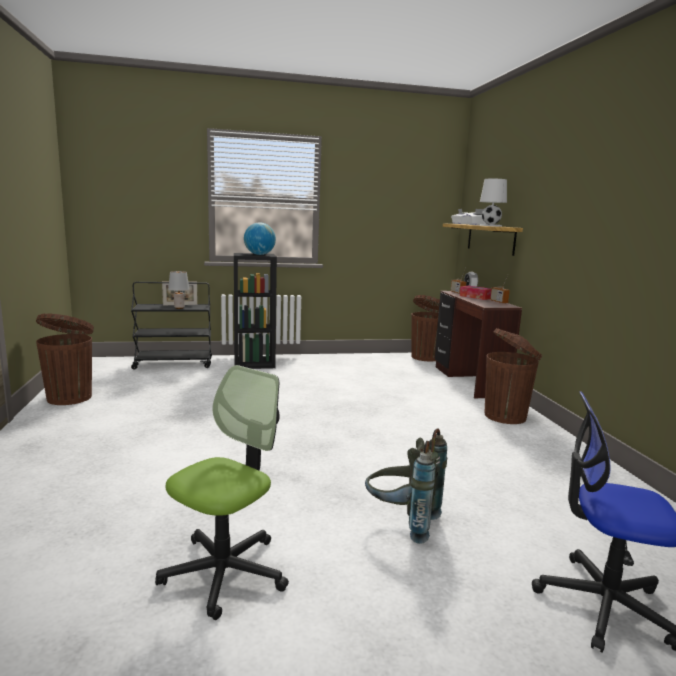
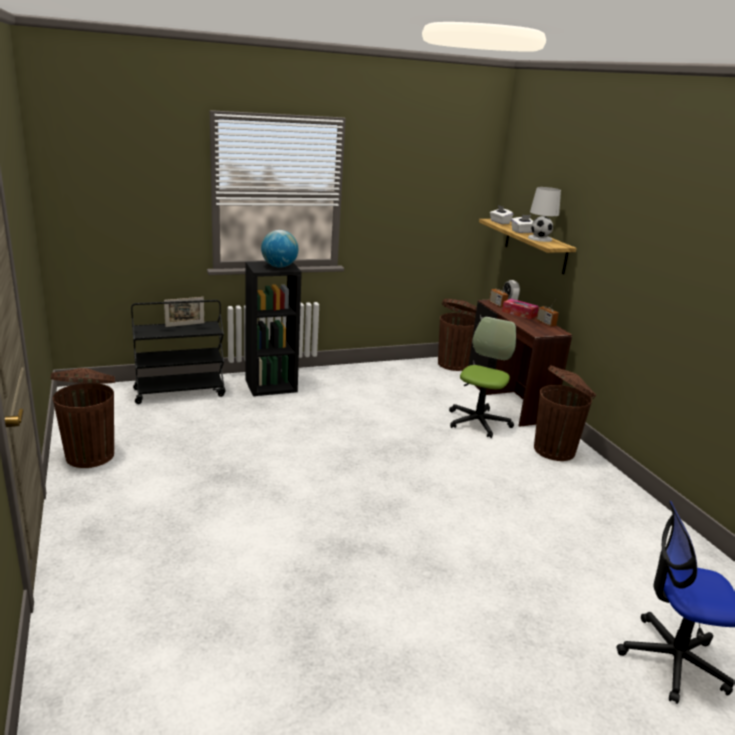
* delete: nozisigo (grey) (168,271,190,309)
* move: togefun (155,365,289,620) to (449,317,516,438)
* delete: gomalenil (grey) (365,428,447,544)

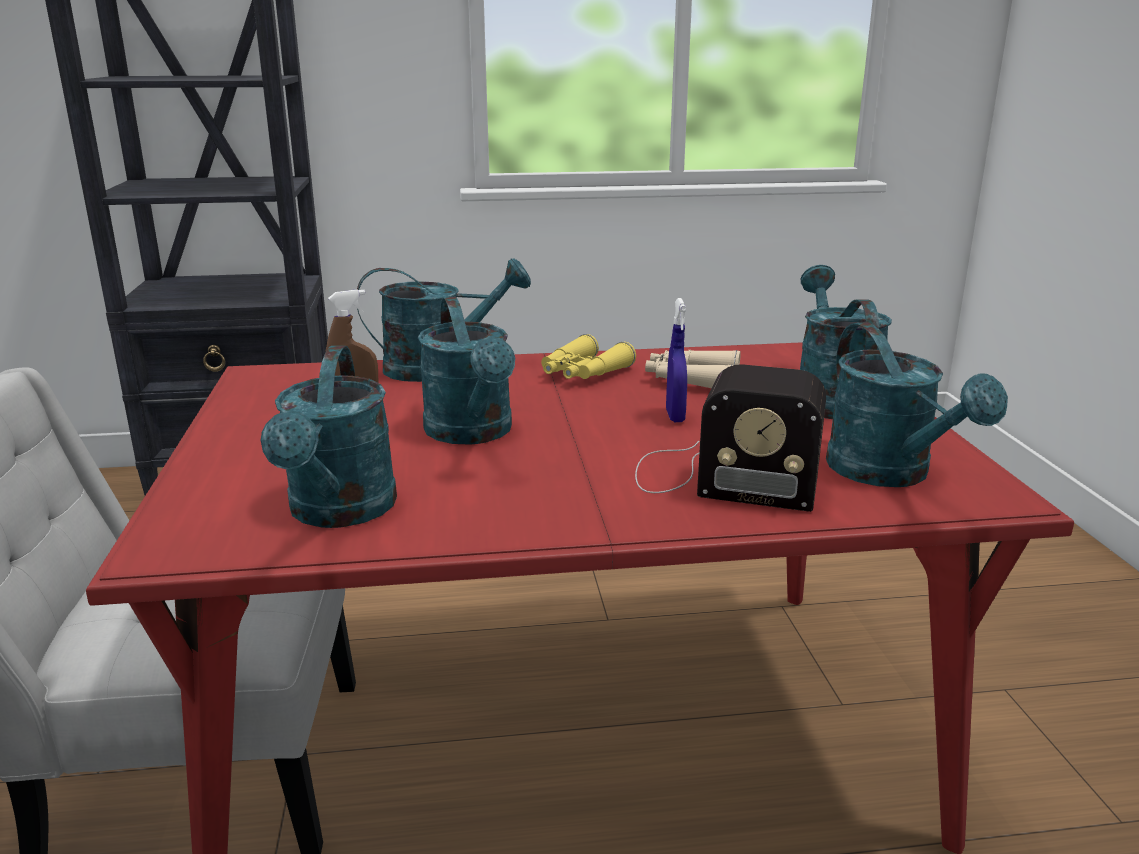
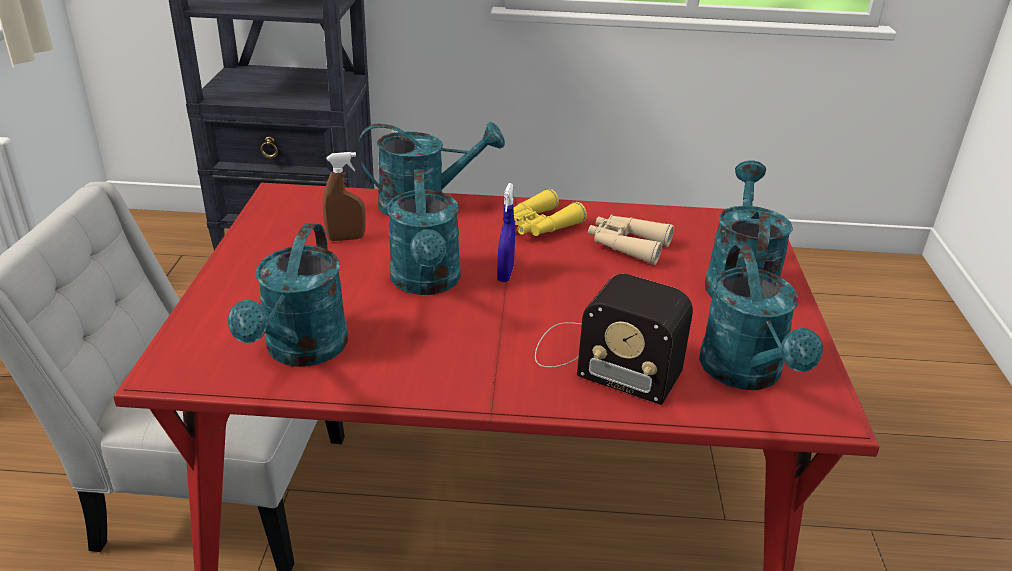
* move: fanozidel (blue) (666,298,687,422) to (497,183,515,282)

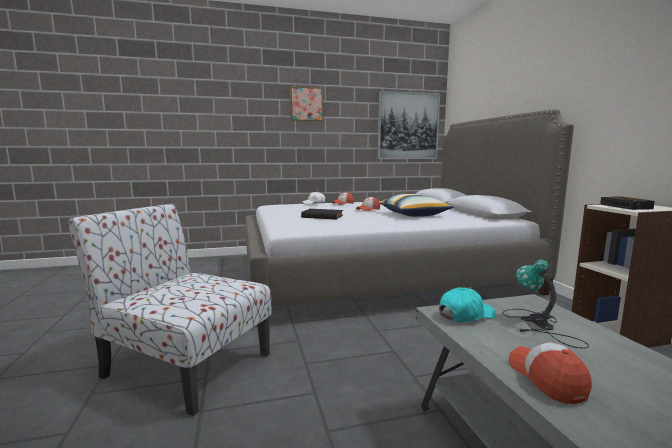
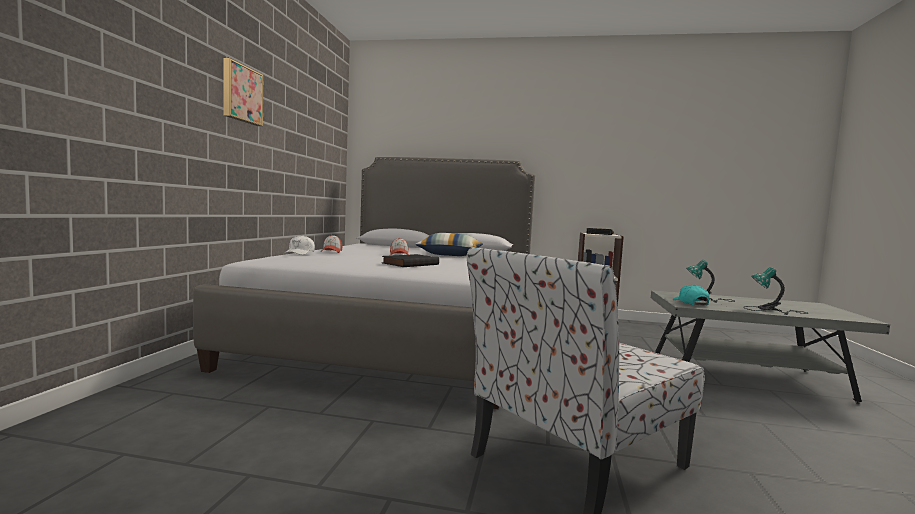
* delete: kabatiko (377,91,440,159)
* replace: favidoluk (509,343,592,404) to nozisigo (743,267,809,315)

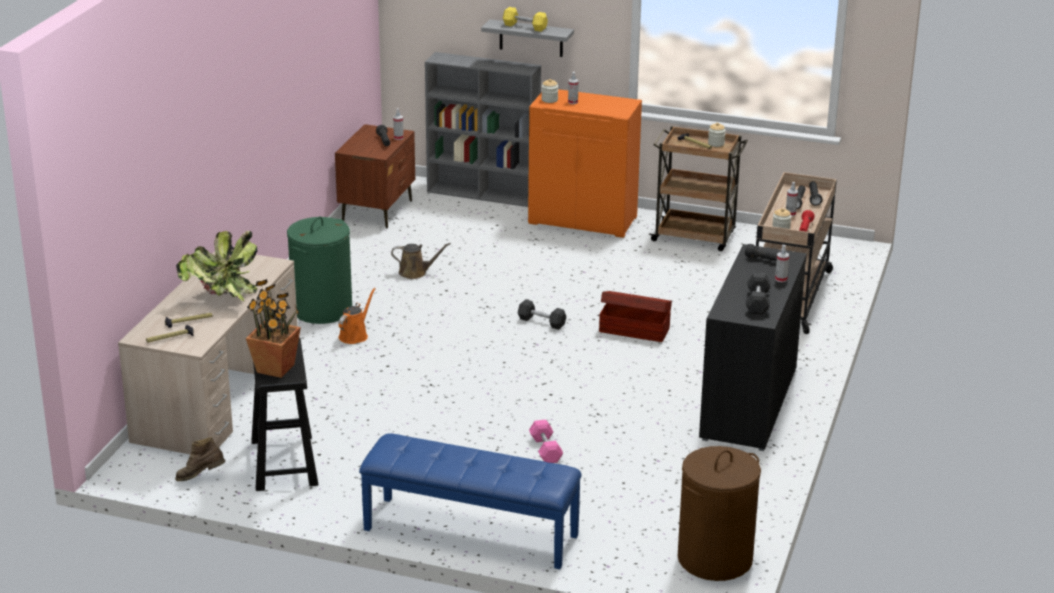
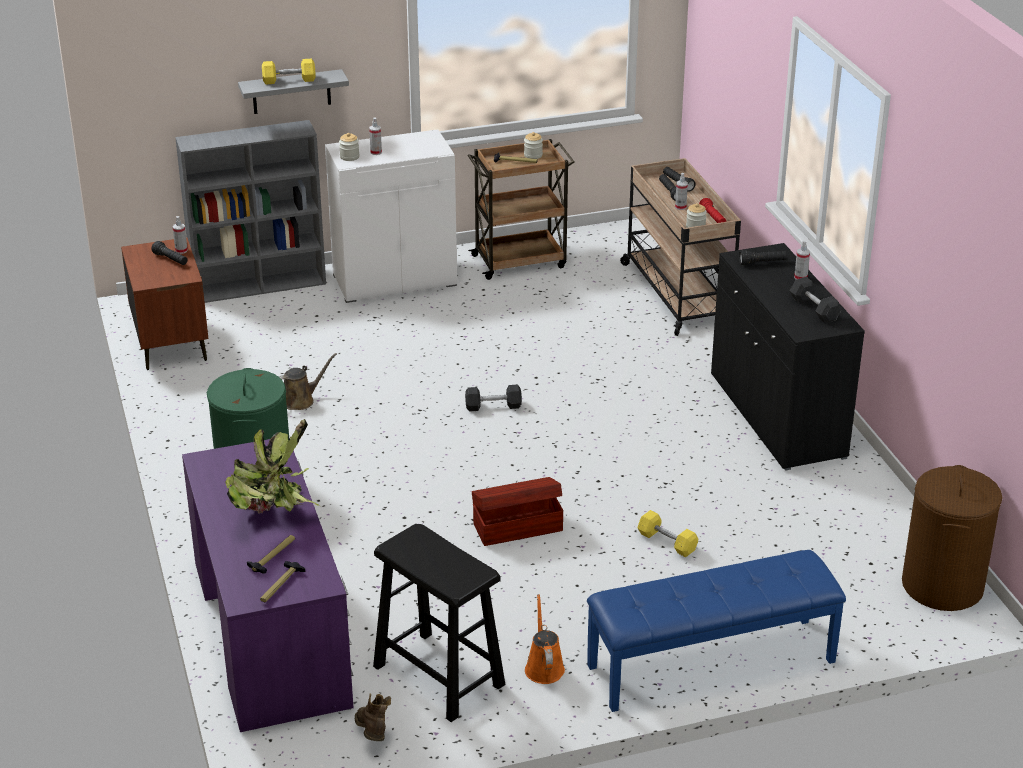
* recolor: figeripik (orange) (528,89,642,238) to figeripik (white) (325,129,457,303)
* recolor: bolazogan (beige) (118,251,298,455) to bolazogan (purple) (182,439,353,732)
* delete: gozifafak (246,279,301,378)
* move: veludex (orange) (339,288,376,344) to (525,594,565,684)
* move: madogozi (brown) (599,291,672,342) to (472,477,564,546)
* recolor: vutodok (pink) (529,420,563,463) to vutodok (yellow) (638,510,698,557)
* rotate: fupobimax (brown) (175,437,226,481) = (355,693,391,741) 120 degrees clockwise

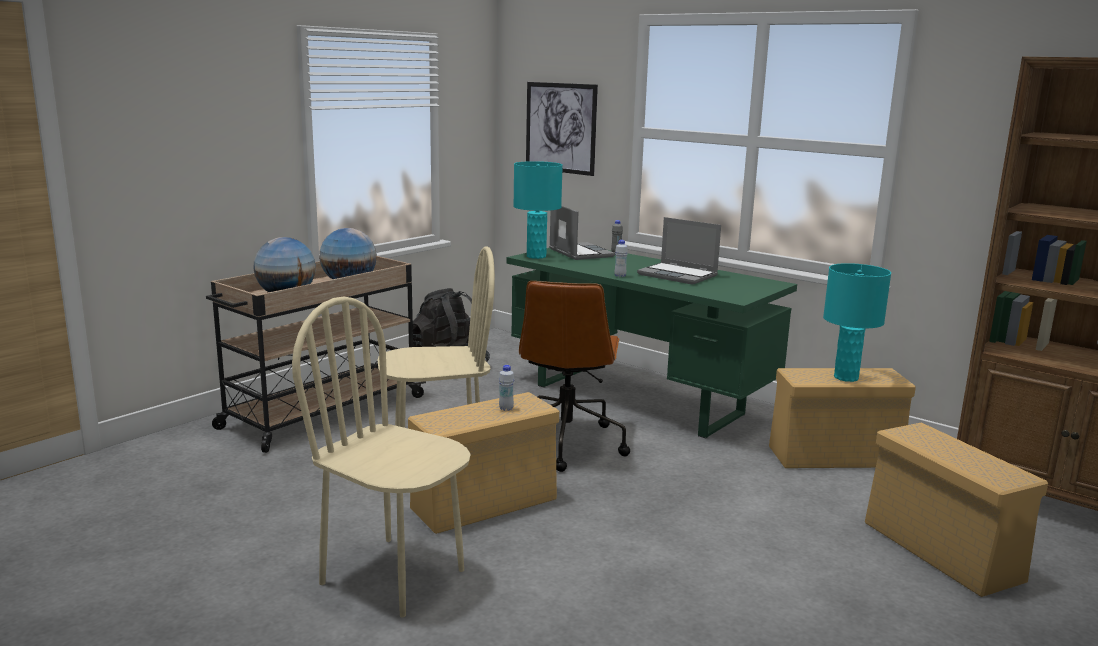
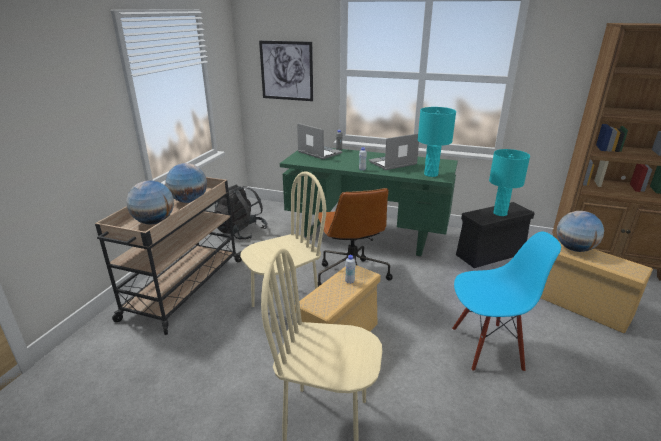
* move: nozisigo (turquoise) (513,161,563,259) to (418,107,456,177)
* rotate: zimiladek (637,217,721,285) = (369,134,419,170) 135 degrees clockwise
* recolor: madogozi (beige) (769,368,916,468) to madogozi (black) (456,202,535,268)
* insert: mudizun (557,211,604,252)
* insert: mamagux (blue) (452,232,561,372)

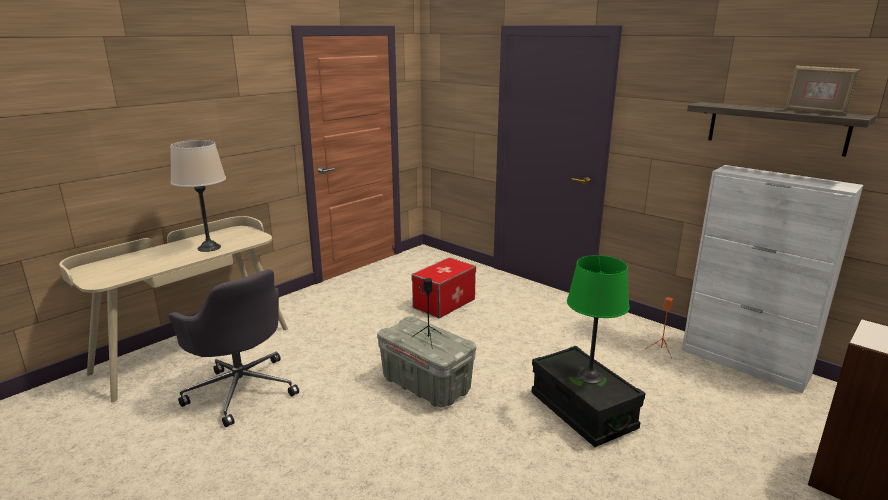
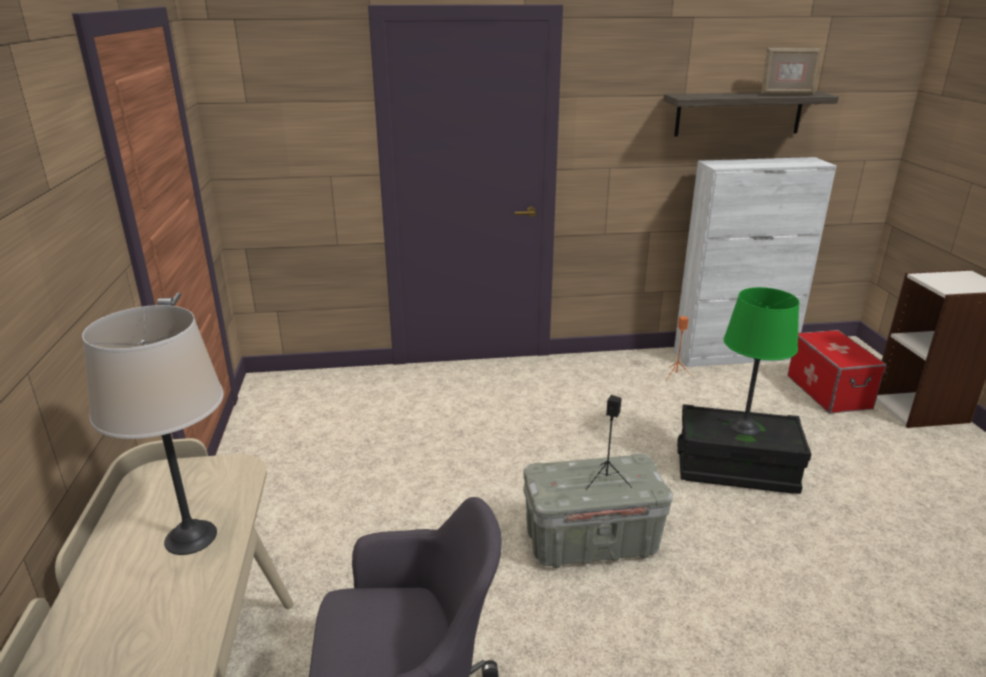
* move: madogozi (411,258,476,319) to (787,330,887,413)

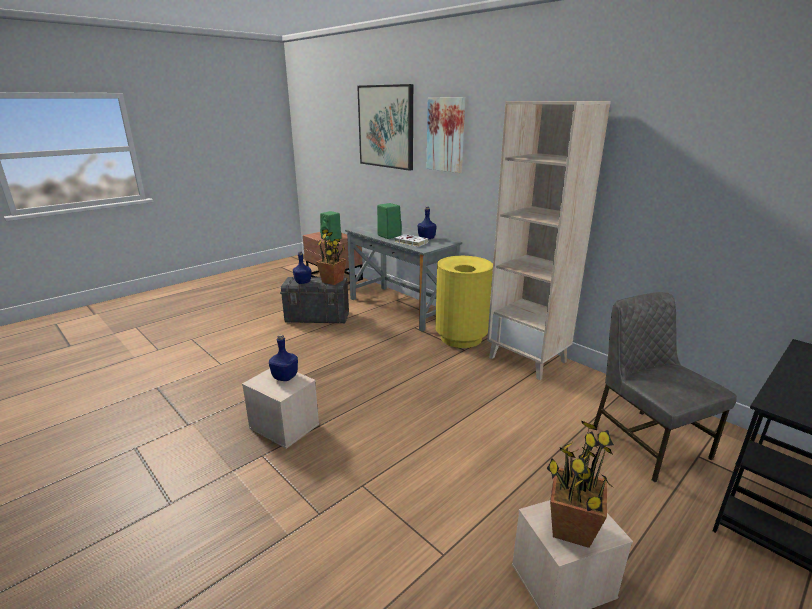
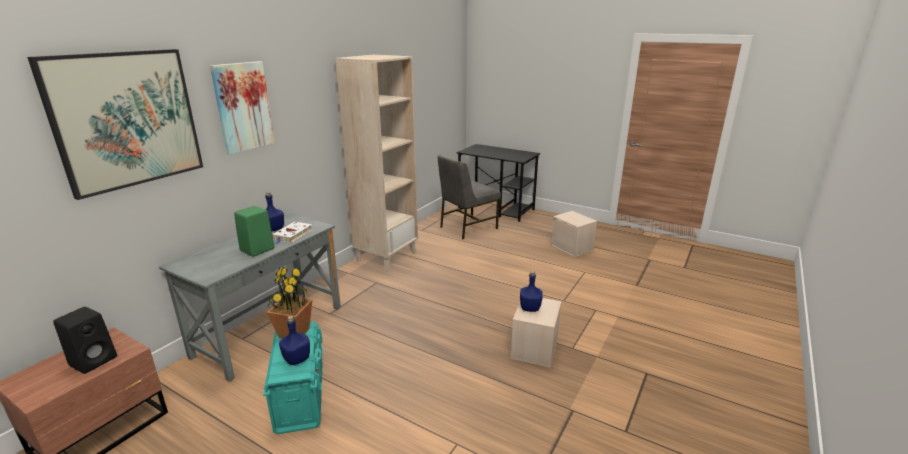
* recolor: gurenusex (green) (320,211,341,241) to gurenusex (black) (53,307,117,374)
* delete: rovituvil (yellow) (435,256,493,348)
* recolor: madogozi (grey) (280,277,349,323) to madogozi (turquoise) (263,321,323,434)
* delete: gozifafak (547,420,614,548)

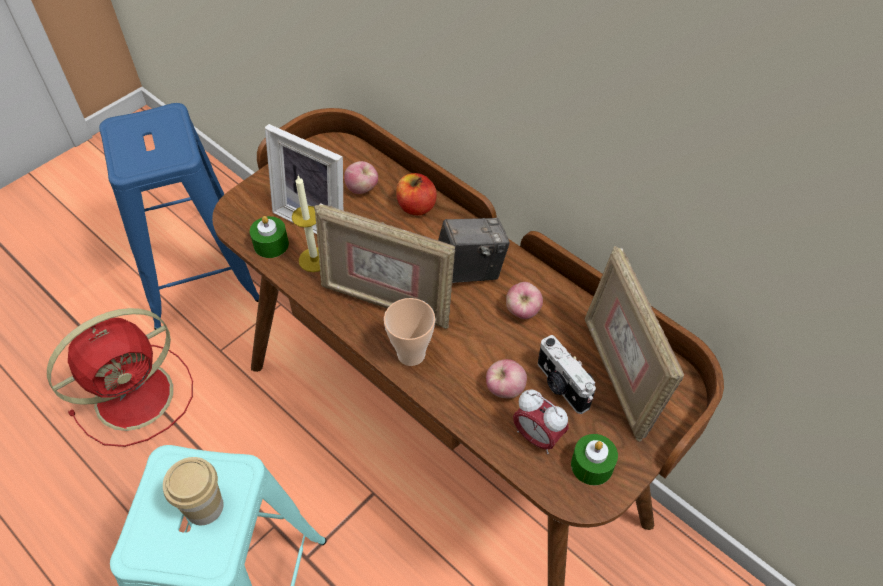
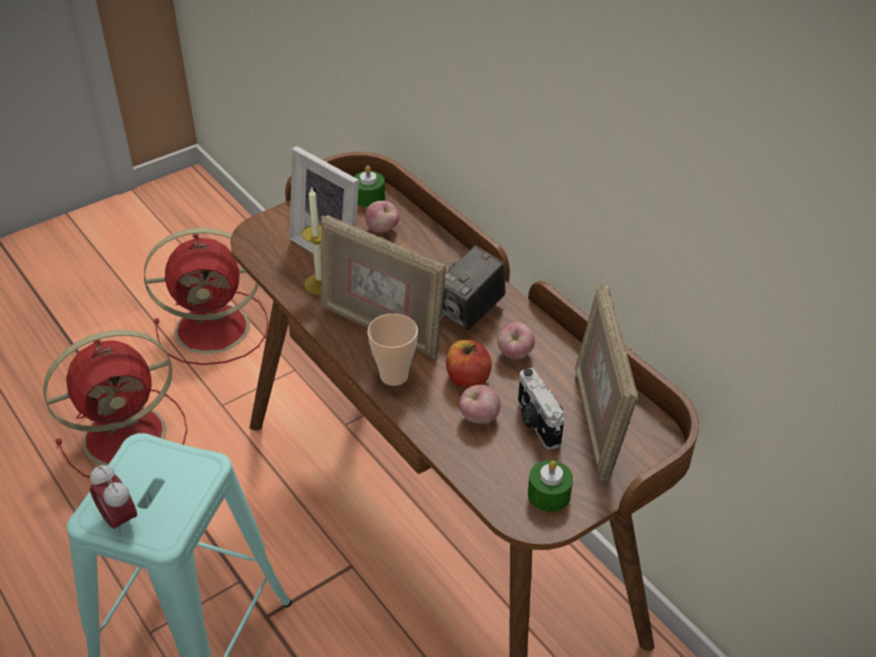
* replace: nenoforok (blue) (99,103,259,330) to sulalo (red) (144,228,268,365)
* move: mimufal (396,173,437,215) to (446,340,492,388)
* move: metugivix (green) (250,216,289,258) to (354,165,385,208)
* rotate: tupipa (438,218,510,283) = (442,245,505,331) 135 degrees clockwise
* move: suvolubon (513,389,569,454) to (90,464,137,536)
* delete: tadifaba (163,457,224,525)

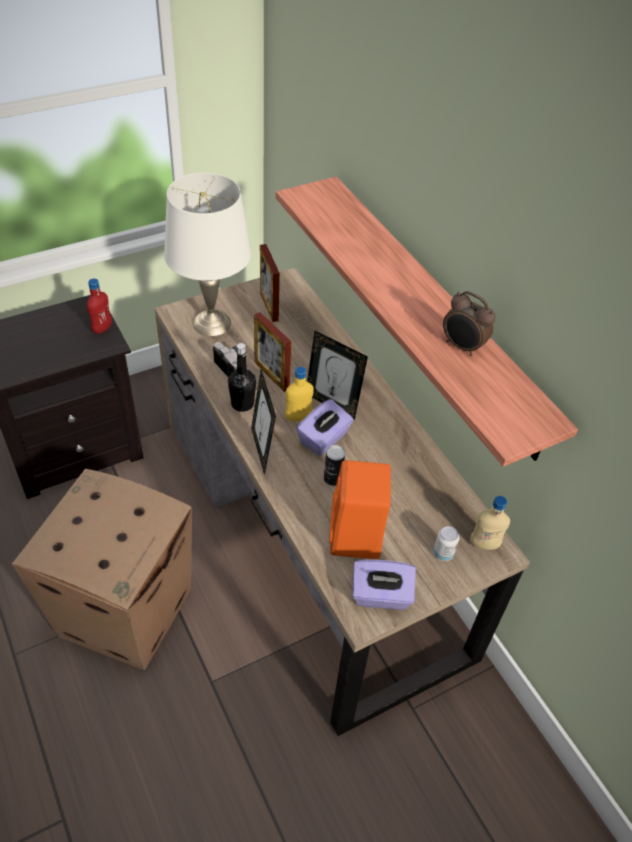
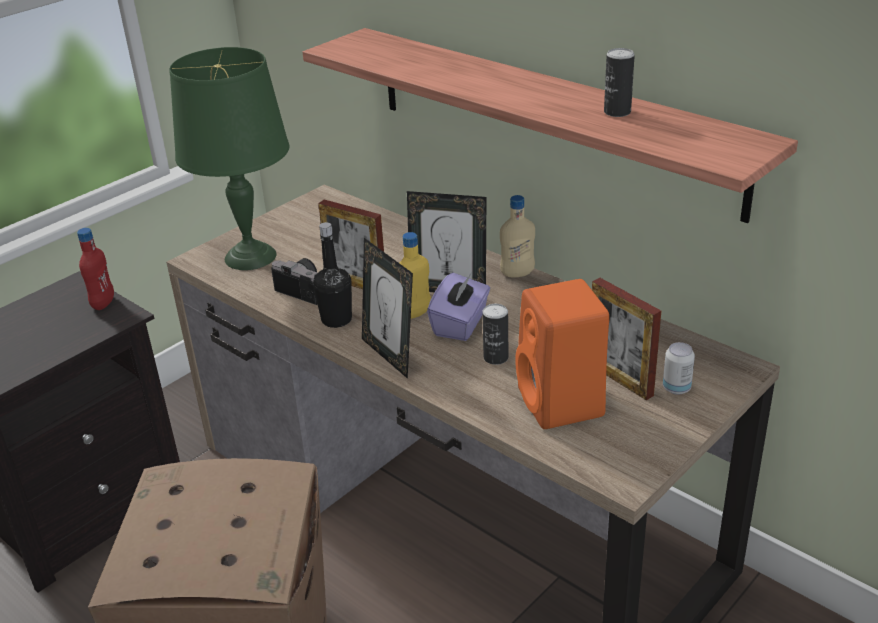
* recolor: nozisigo (white) (164,173,251,336) to nozisigo (green) (169,47,289,270)
* move: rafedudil (260,244,280,322) to (592,278,661,400)
* replace: suvolubon (443,291,495,356) to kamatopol (604,48,635,117)
* move: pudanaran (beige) (470,496,510,550) to (500,195,535,277)
* delete: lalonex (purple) (353,560,416,610)

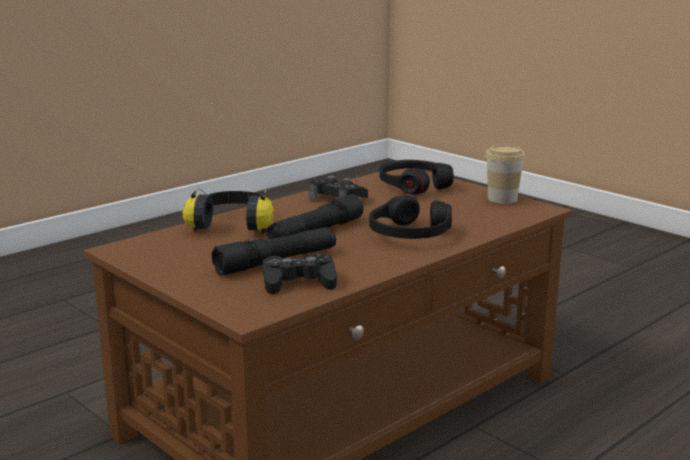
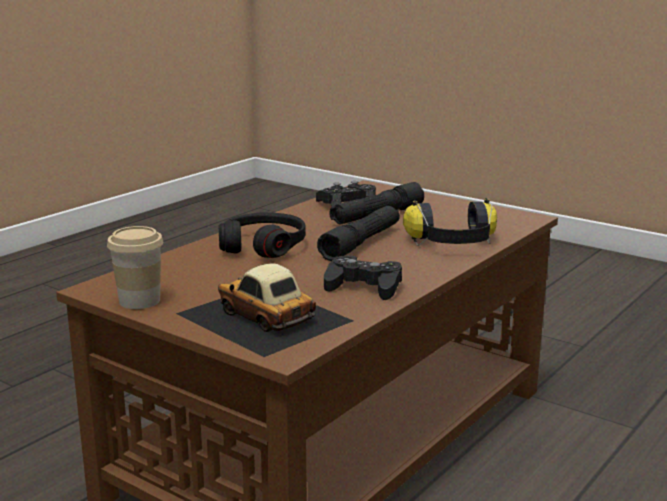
* replace: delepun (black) (380,160,454,195) to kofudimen (176,263,353,357)

